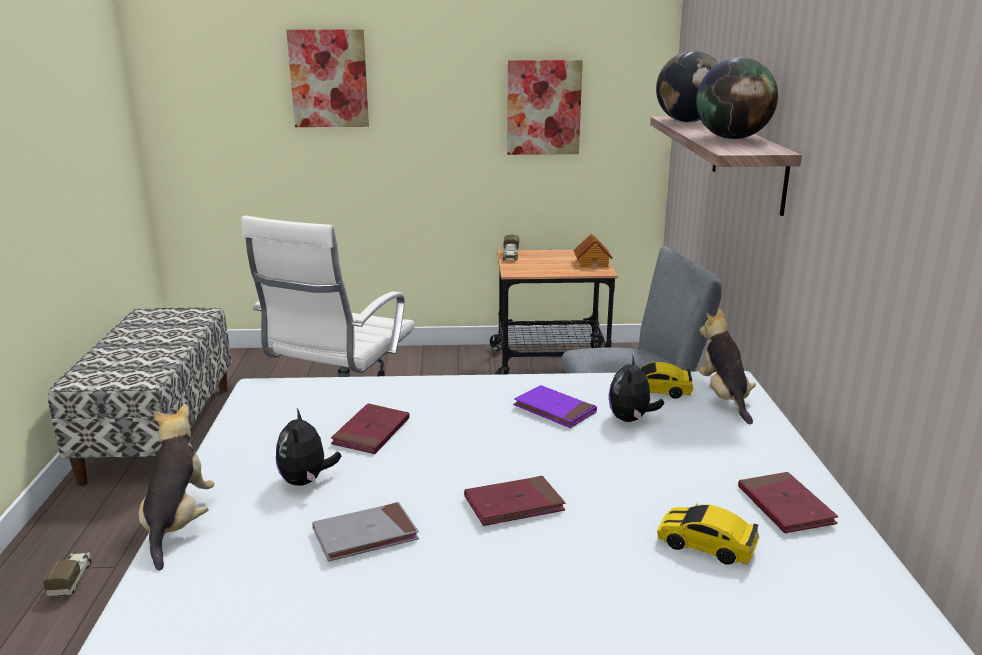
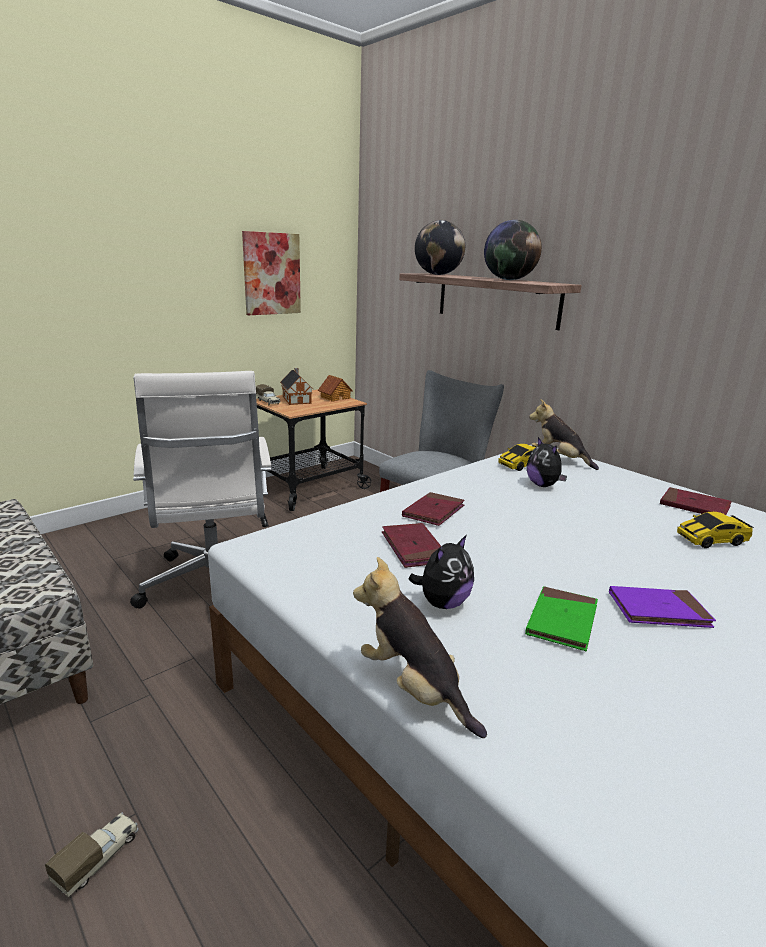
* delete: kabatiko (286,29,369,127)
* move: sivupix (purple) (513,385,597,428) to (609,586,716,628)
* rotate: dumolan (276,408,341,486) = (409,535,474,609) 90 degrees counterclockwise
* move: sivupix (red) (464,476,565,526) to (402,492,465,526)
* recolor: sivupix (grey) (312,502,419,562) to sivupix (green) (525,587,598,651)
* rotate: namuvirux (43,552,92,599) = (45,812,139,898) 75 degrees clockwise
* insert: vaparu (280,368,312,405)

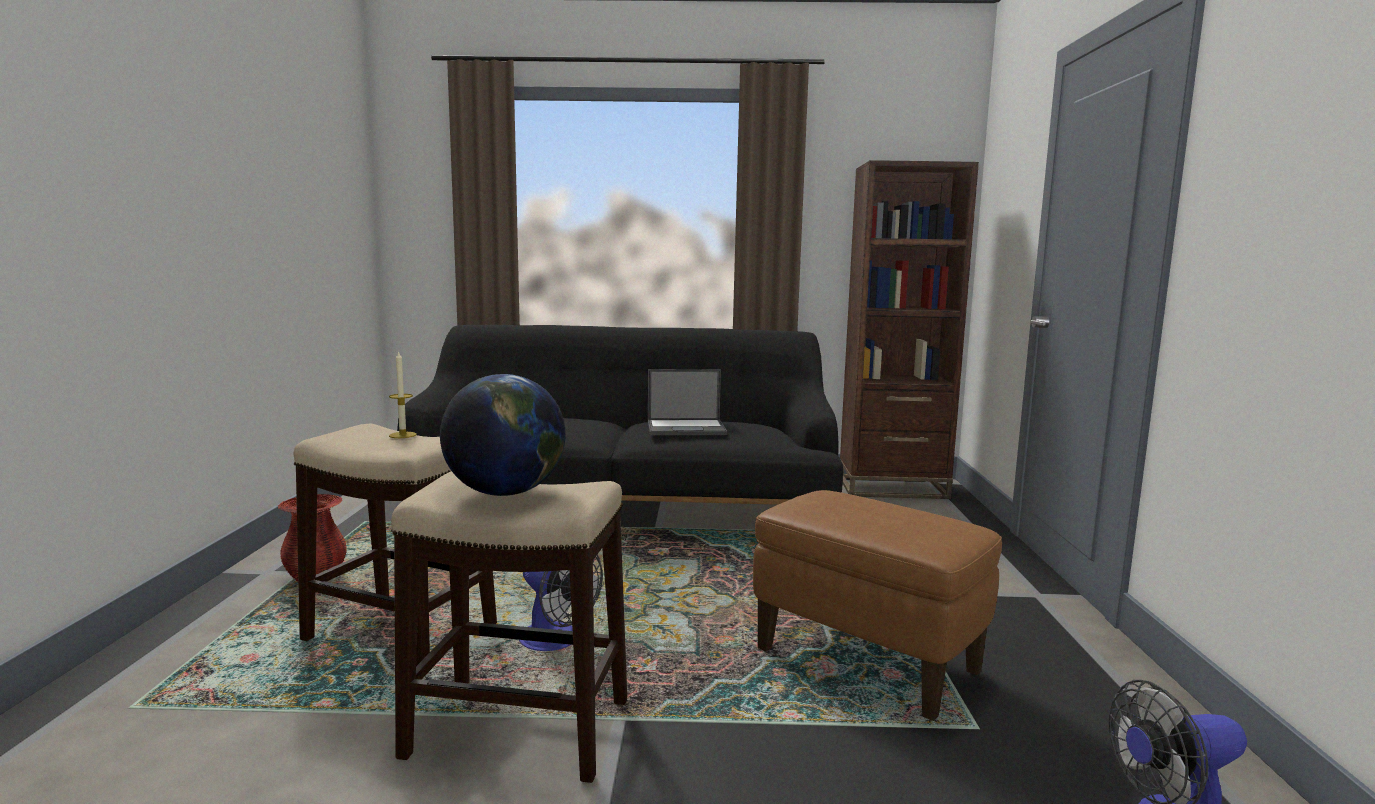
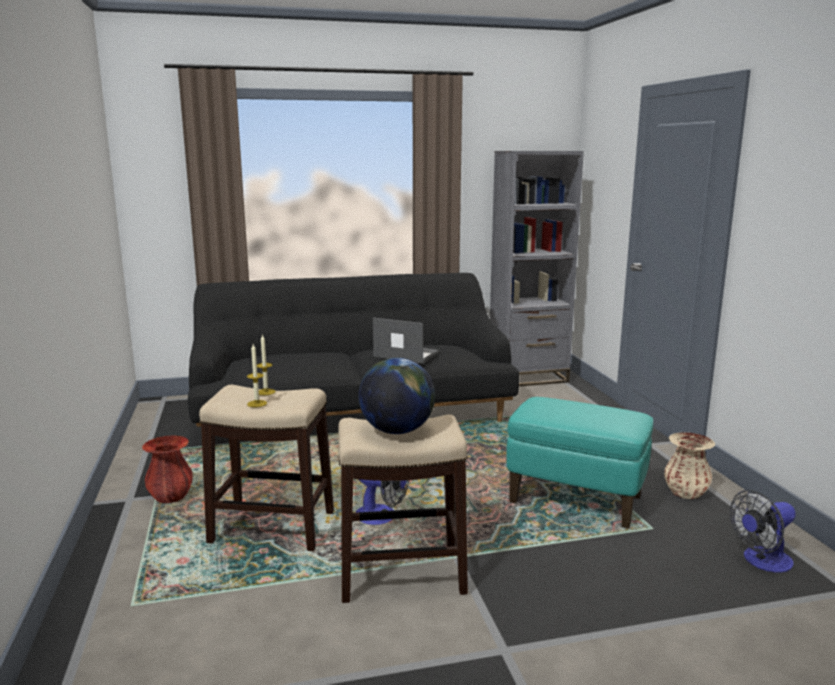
* recolor: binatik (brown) (840,160,979,499) to binatik (grey) (490,151,584,386)
* rotate: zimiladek (648,369,727,435) = (373,318,440,364) 135 degrees counterclockwise
* recolor: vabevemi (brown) (753,490,1002,721) to vabevemi (turquoise) (506,397,653,529)
* insert: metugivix (247,344,267,407)
* insert: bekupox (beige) (664,432,715,499)

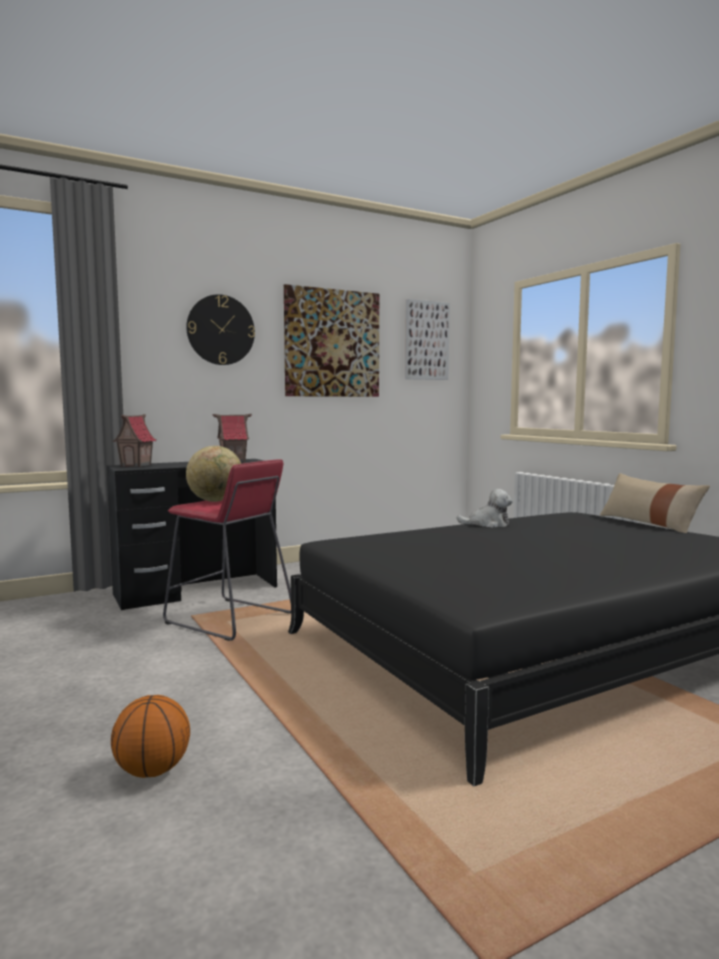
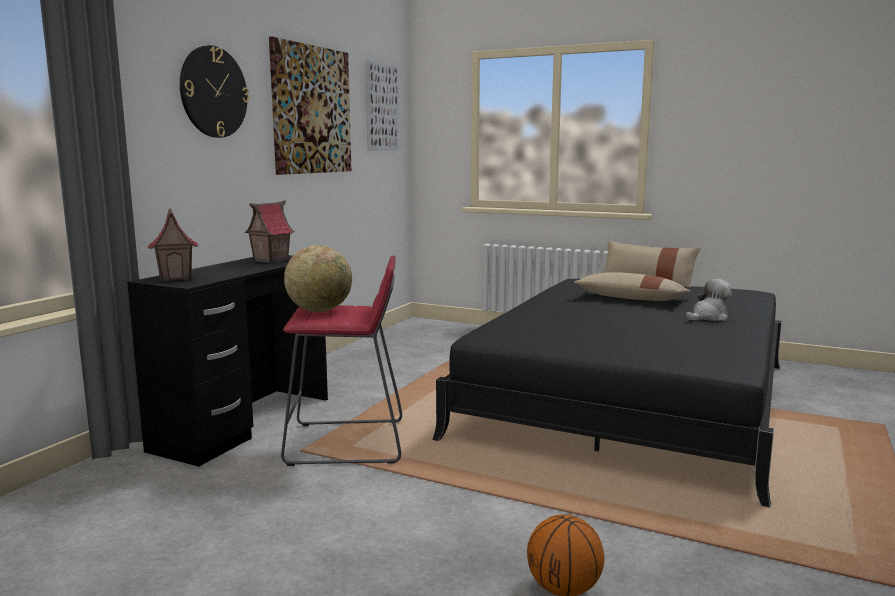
* move: dumolan (457,489,513,528) to (686,279,732,321)
* insert: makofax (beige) (574,272,691,301)

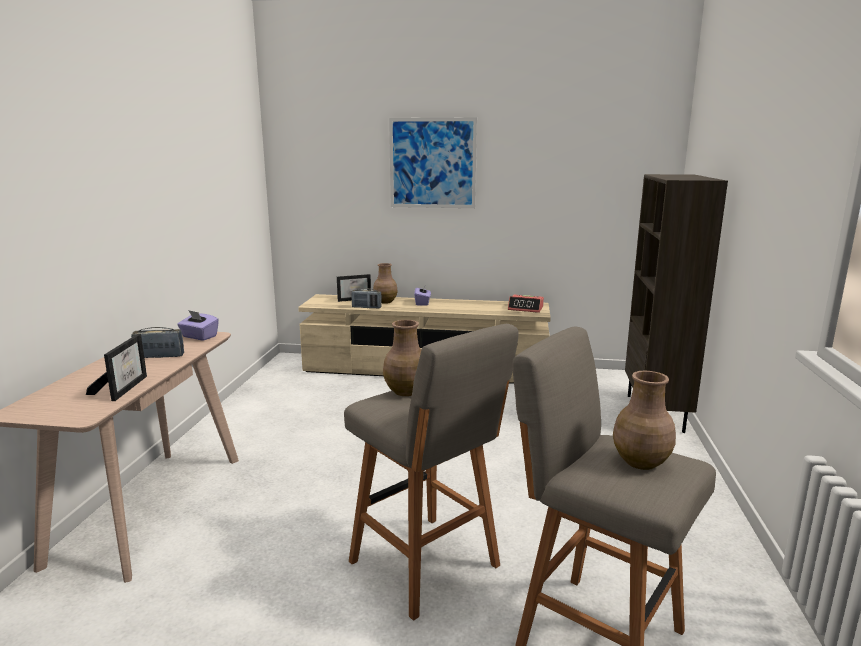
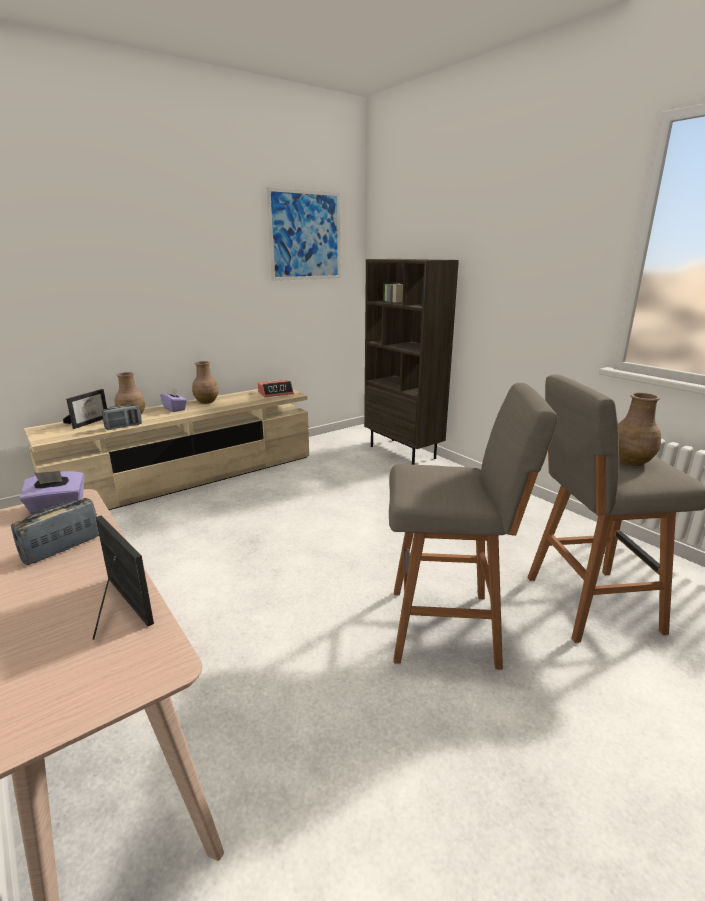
* move: kabatiko (389,117,477,208) to (266,187,341,281)
* move: bekupox (brown) (383,320,421,396) to (192,361,219,404)

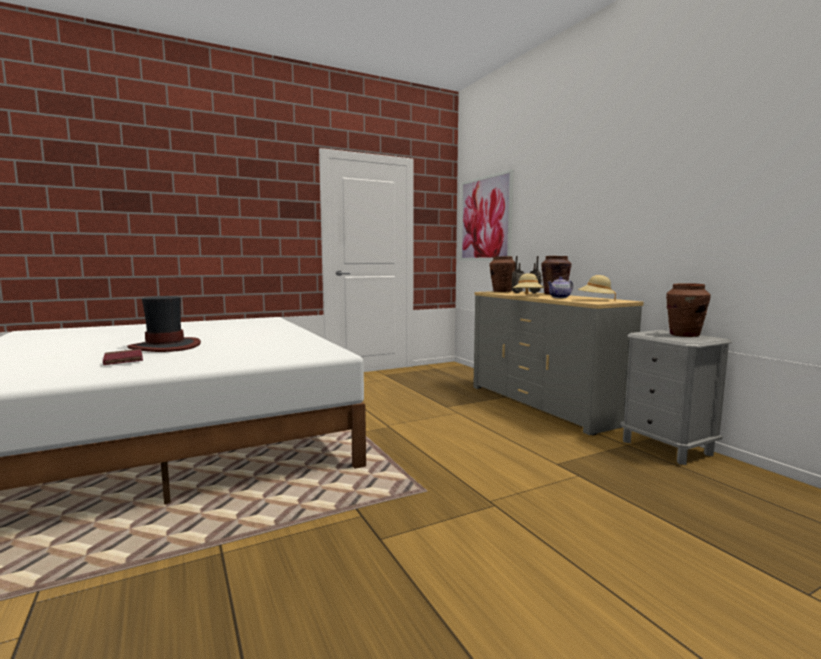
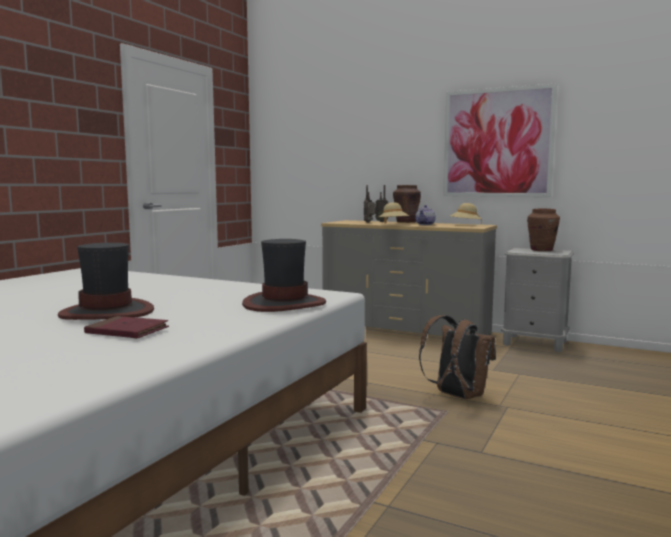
* move: kabatiko (460,169,514,261) to (443,83,557,197)
* delete: bekupox (brown) (490,256,516,292)
* insert: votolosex (242,239,326,312)
* insert: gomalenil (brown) (419,315,496,399)

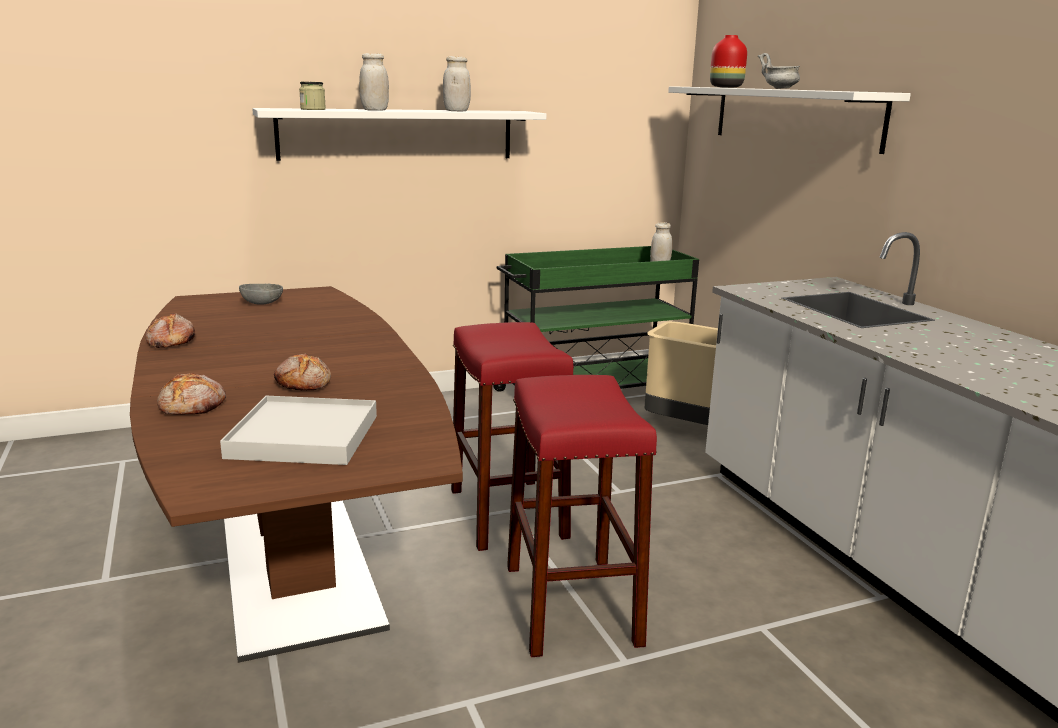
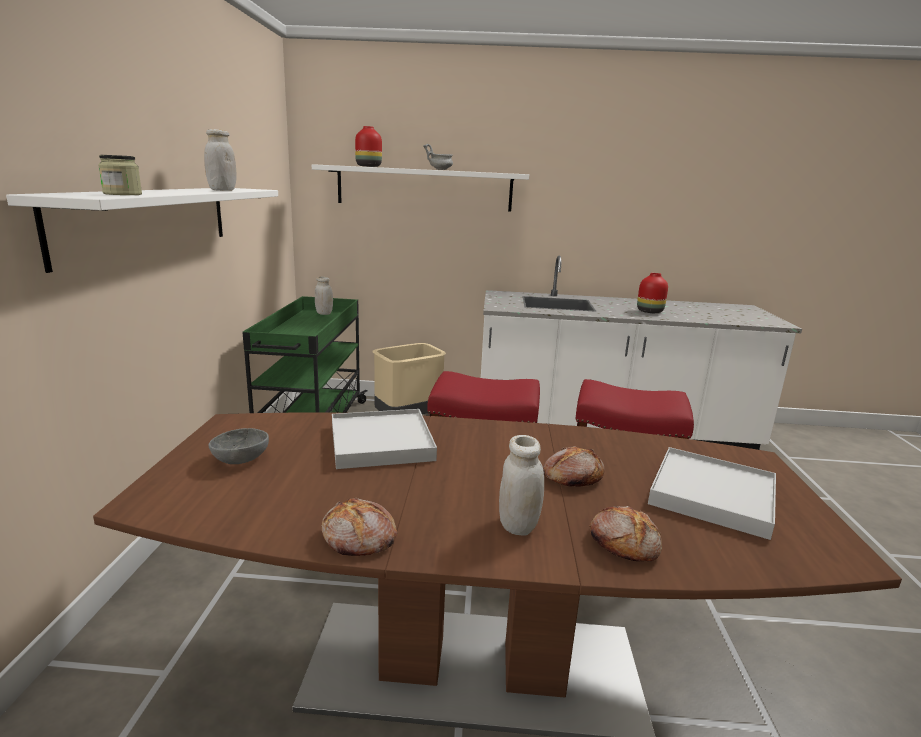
* move: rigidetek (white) (359,53,389,111) to (499,435,544,536)
* insert: bekupox (red) (637,273,668,313)
* insert: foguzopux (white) (332,409,437,469)

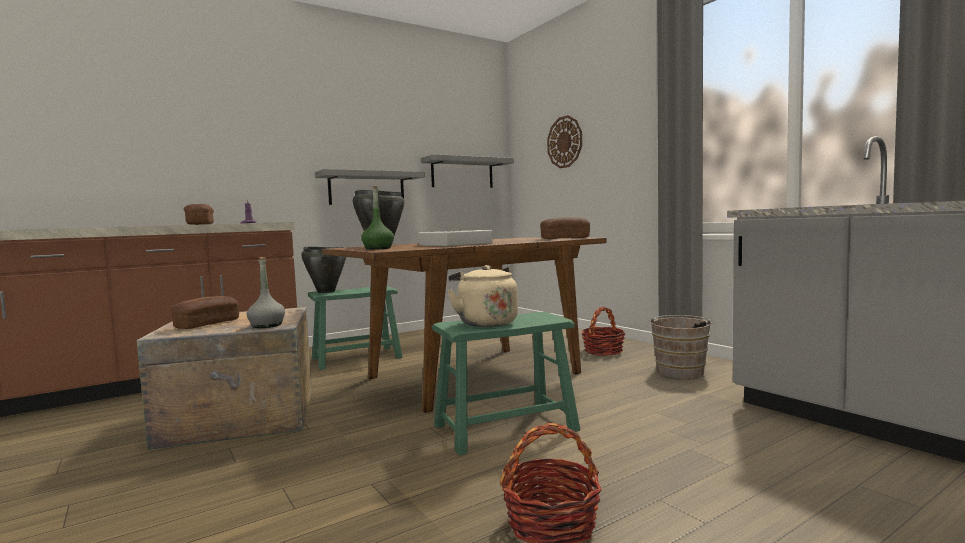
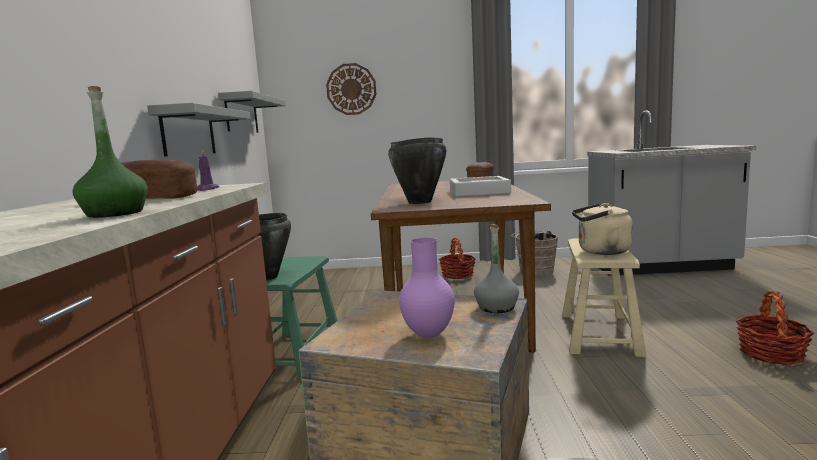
* move: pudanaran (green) (361,186,394,250) to (72,86,148,218)
* replace: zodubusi (171,296,239,329) to bekupox (purple) (399,238,455,338)
* recolor: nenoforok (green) (432,312,580,455) to nenoforok (beige) (562,239,647,357)

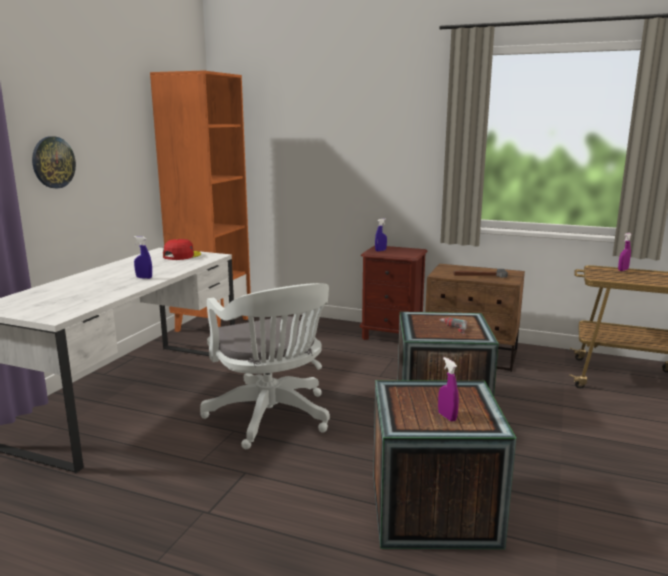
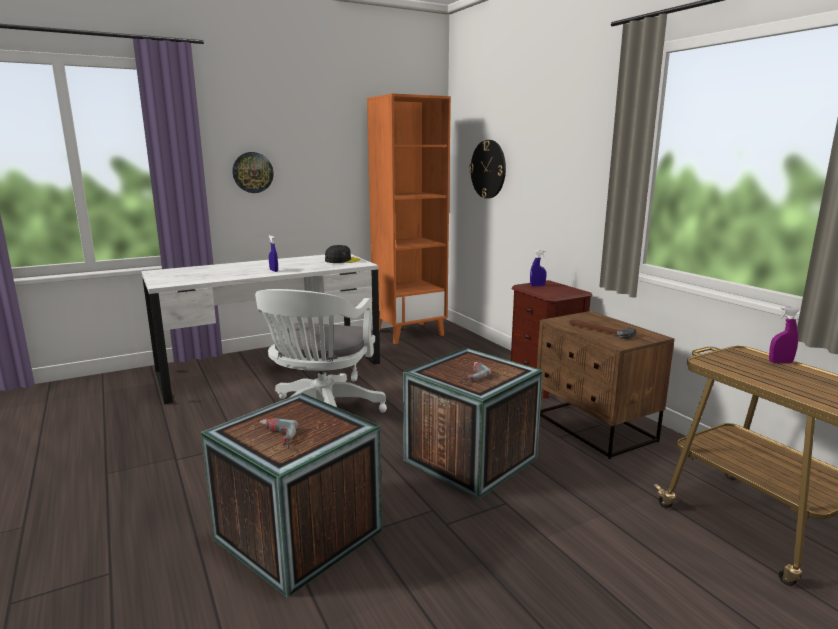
* recolor: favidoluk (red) (163,239,201,260) to favidoluk (black) (325,245,360,263)
* replace: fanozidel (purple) (438,357,459,422) to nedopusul (260,418,299,449)
* insert: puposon (469,140,506,199)

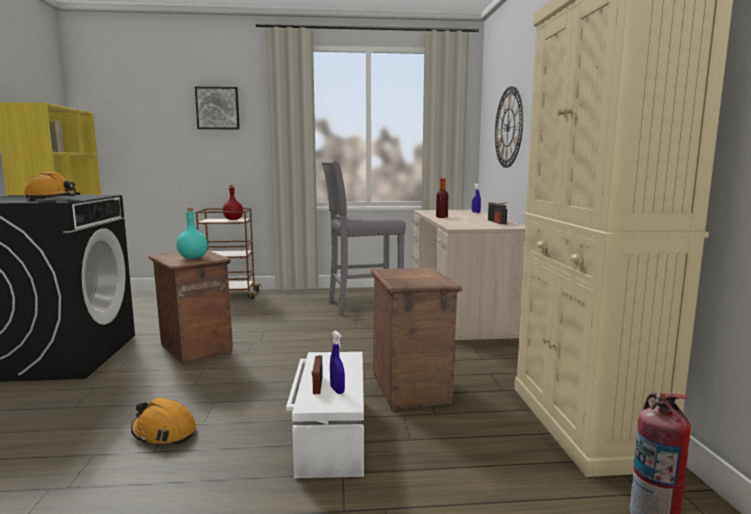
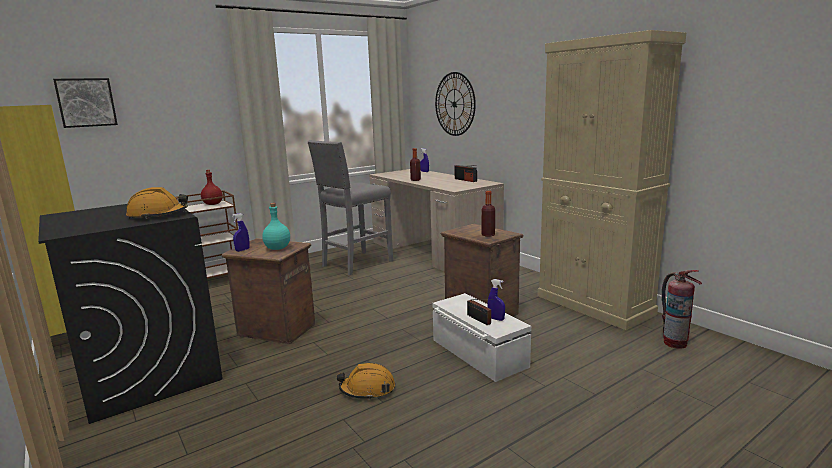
* move: kabatiko (195,87,240,129) to (53,78,118,128)
* insert: pudanaran (482,191,495,237)
* insert: fanozidel (blue) (232,213,250,252)

